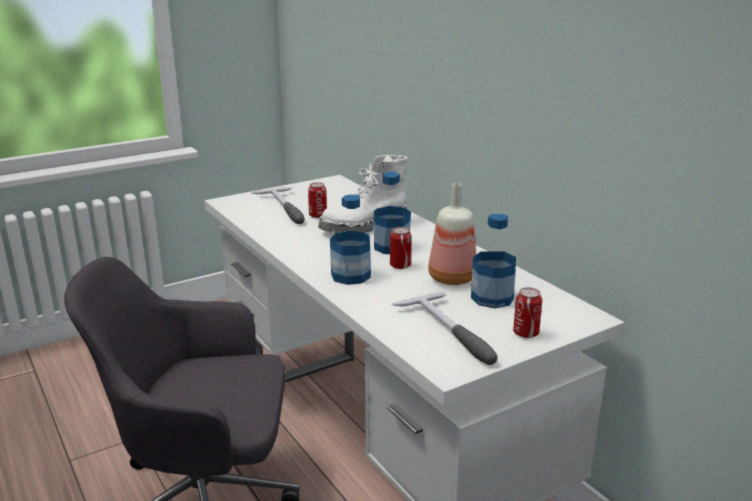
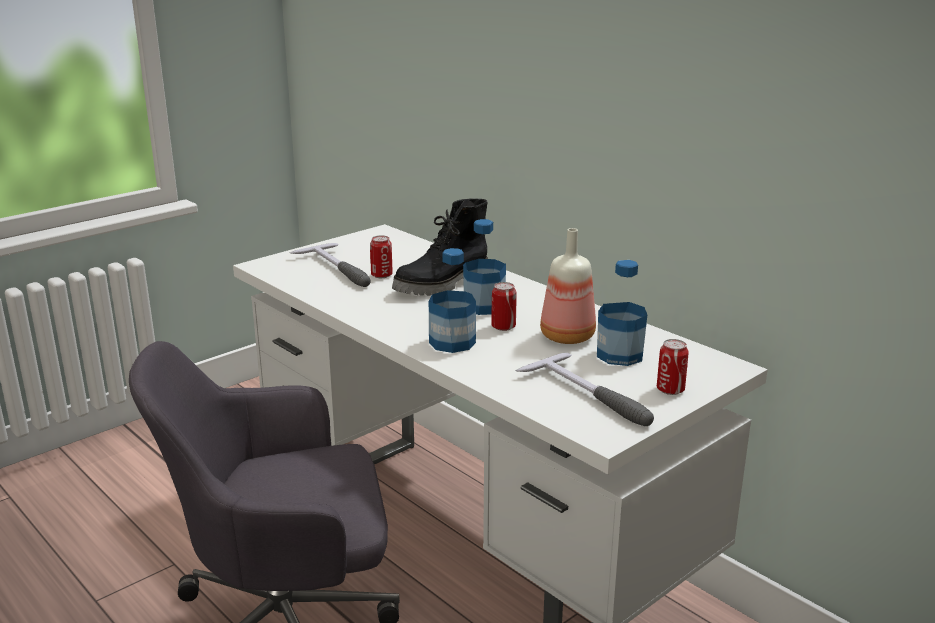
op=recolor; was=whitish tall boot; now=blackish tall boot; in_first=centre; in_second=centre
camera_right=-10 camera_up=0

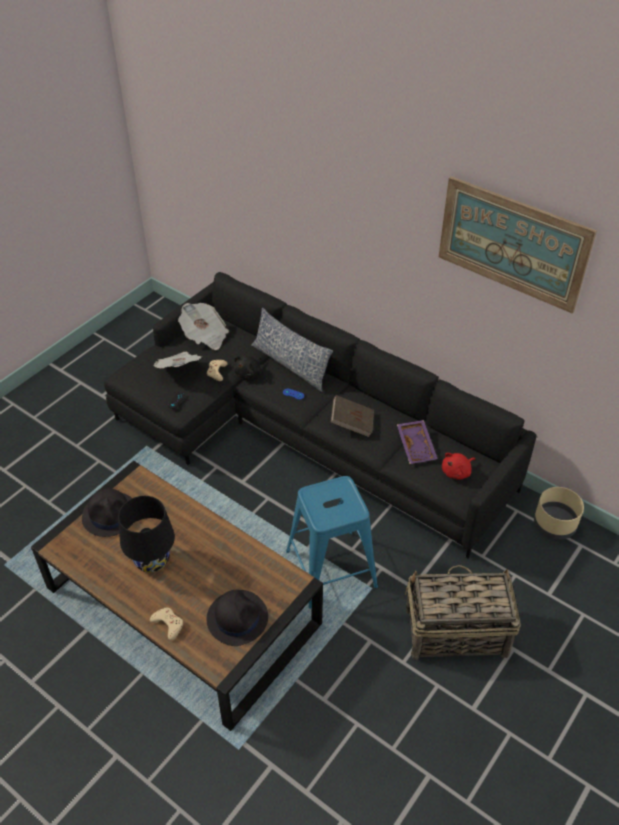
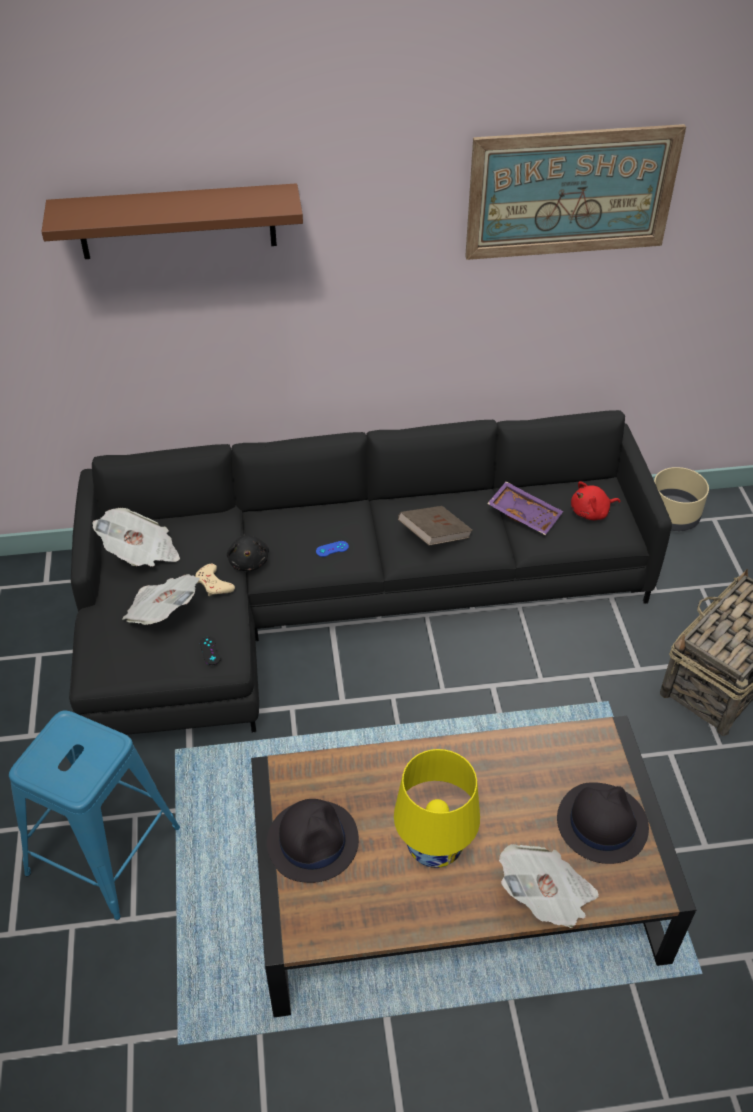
op=move; was=blue sitting stool; in_first=centre; in_second=bottom left
op=insert; now=brown-coloured wall shelf; in_second=top left
op=recolor; was=blackish tabletop lamp; now=yellowish tabletop lamp; in_first=middle left; in_second=bottom centre
op=replace; was=beige-coloured gamepad (1st from left); now=daily paper (3rd from left); in_first=bottom left; in_second=bottom right
op=rotate; was=reddish soft toy; in_first=middle right; in_second=middle right; clockwise=60
op=delete; was=throw pillow; in_first=centre
camera_right=-45 camera_up=0

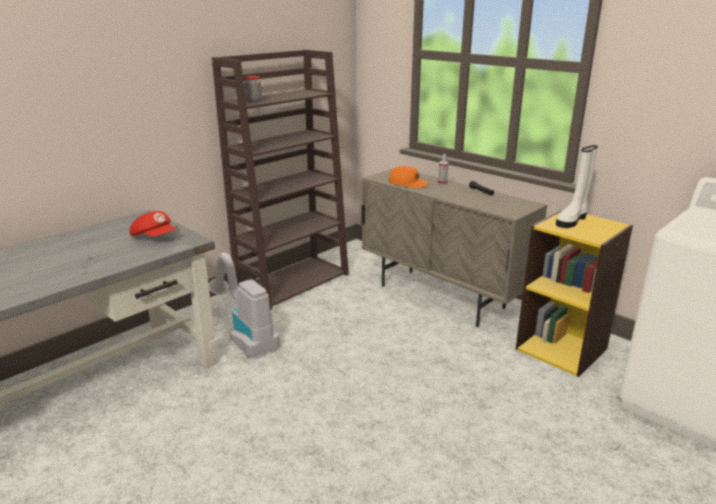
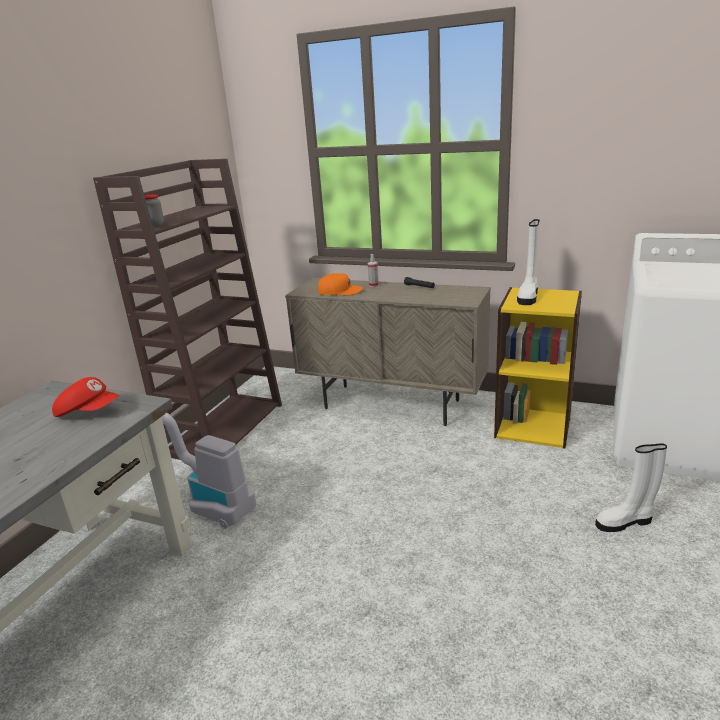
op=insert; now=whitish tall boot (2nd from left); in_second=bottom right
camera_right=-20 camera_up=0

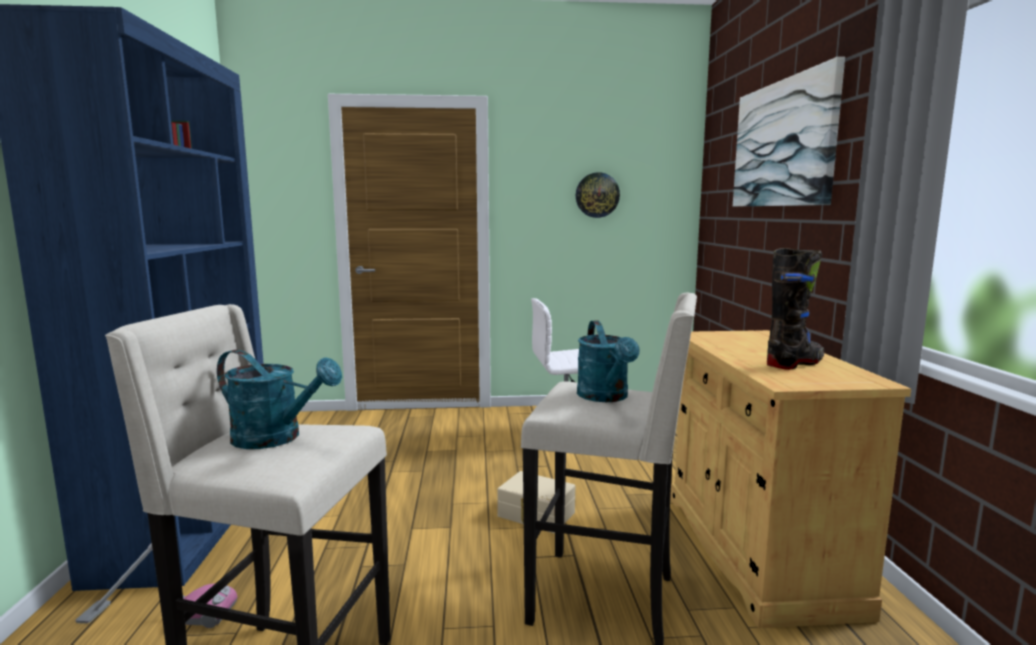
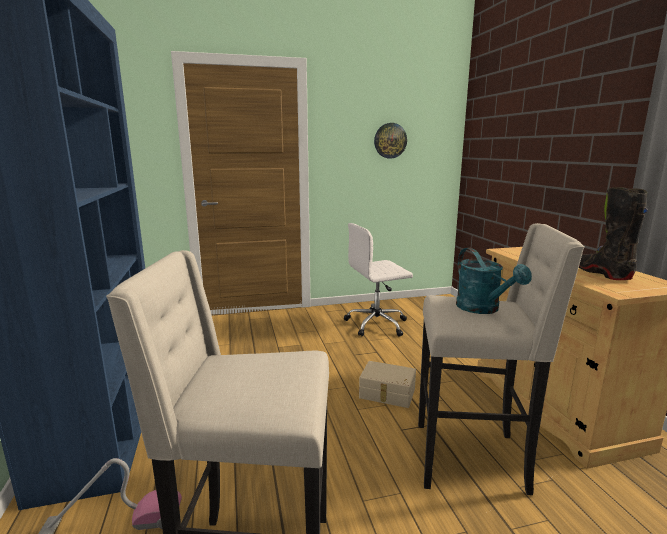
op=rotate; was=blackish tall boot; in_first=middle right; in_second=middle right; clockwise=-60
op=delete; was=blue-green sprinkling can (1st from left); in_first=middle left
op=delete; was=wall art; in_first=top right
camera_right=-10 camera_up=5

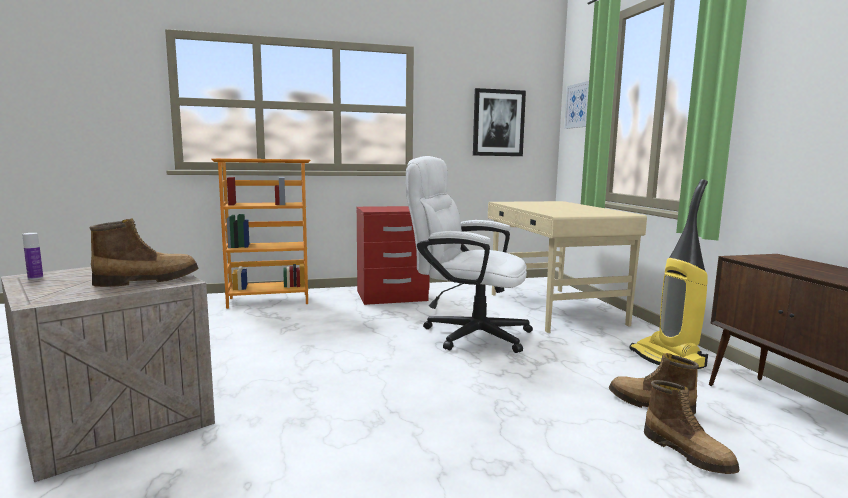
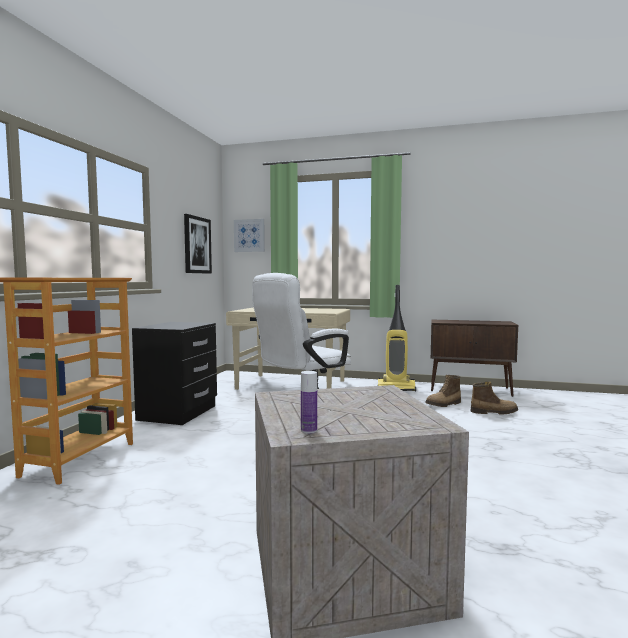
op=recolor; was=reddish night table; now=blackish night table; in_first=centre; in_second=middle left
op=delete; was=tall boot (1st from left); in_first=middle left
camera_right=-60 camera_up=-5

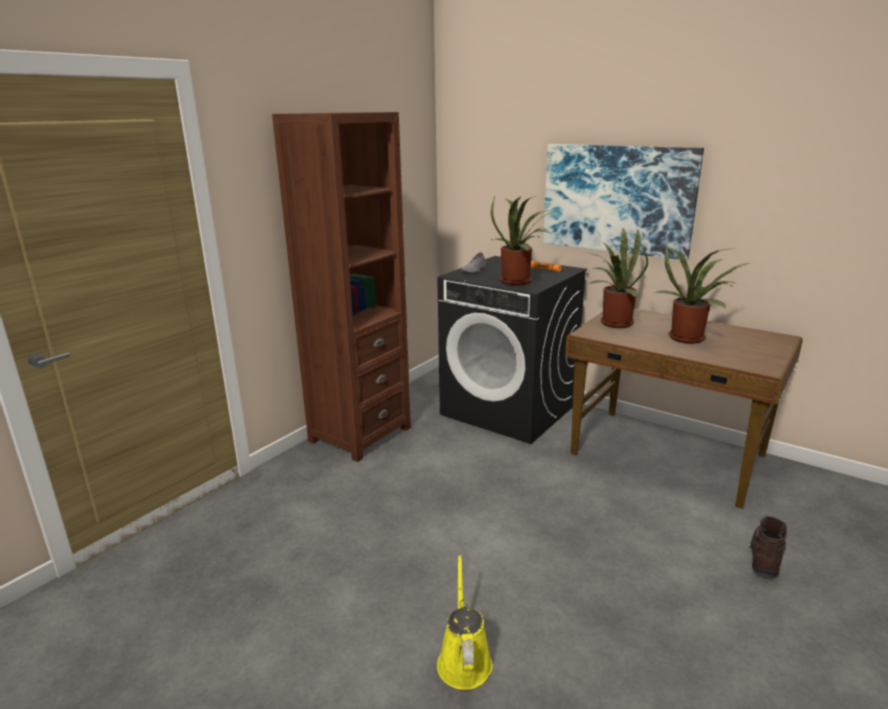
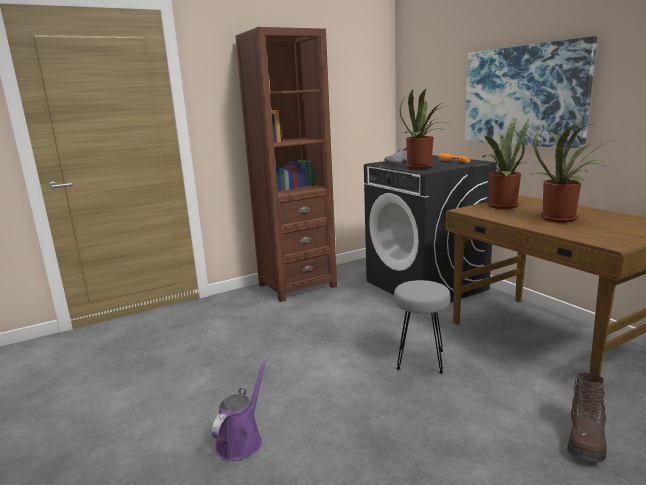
op=recolor; was=yellowish sprinkling can; now=purplish sprinkling can; in_first=bottom centre; in_second=bottom centre
op=insert; now=greyish sitting stool; in_second=bottom centre
op=rotate; was=brown-coloured tall boot; in_first=bottom right; in_second=bottom right; clockwise=150
camera_right=25 camera_up=-5

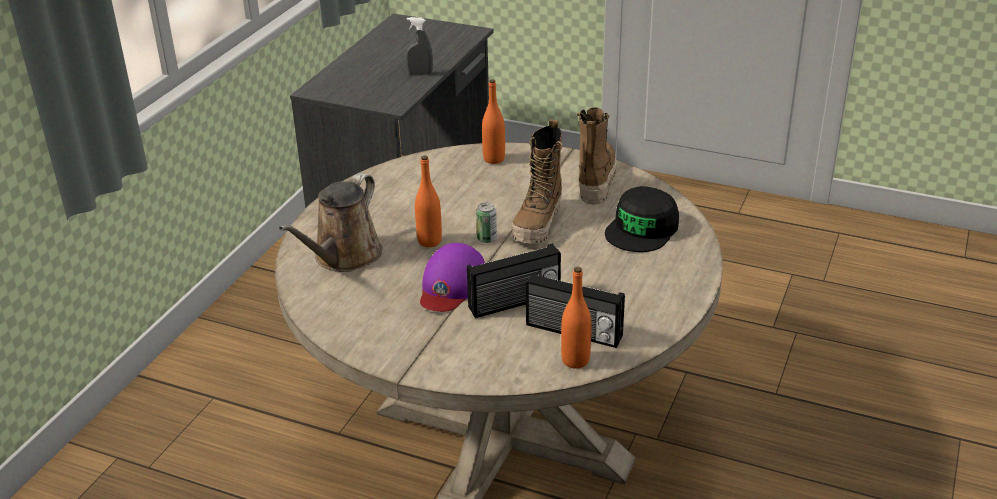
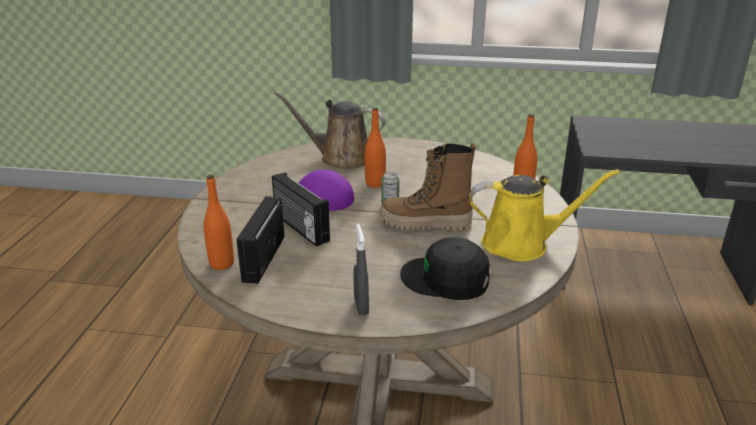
op=move; was=greyish spray bottle; in_first=top centre; in_second=centre
op=replace; was=tall boot (2nd from left); now=yellowish sprinkling can; in_first=top centre; in_second=middle right
camera_right=75 camera_up=-5

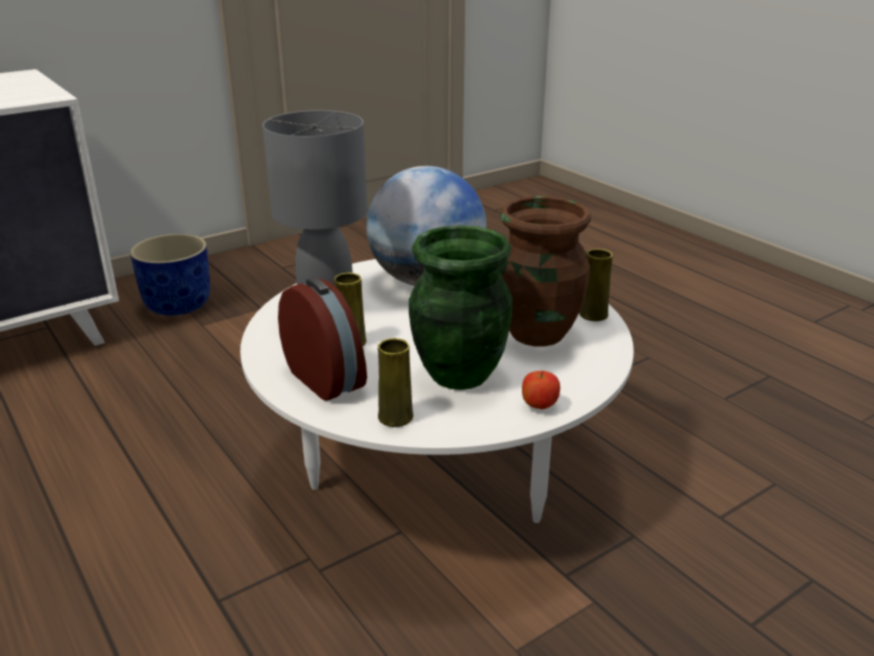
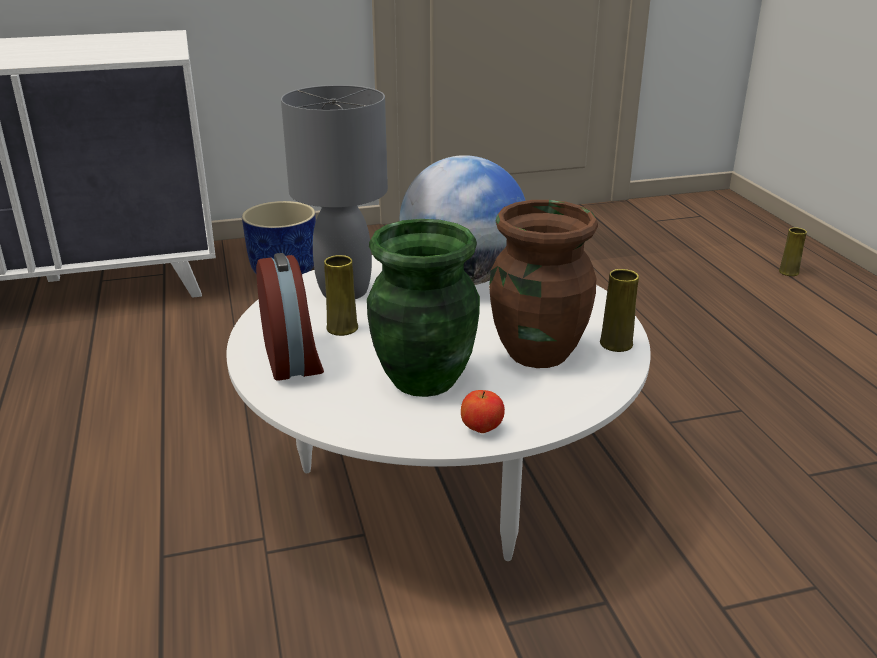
op=move; was=yellowish decorative vase (2nd from left in the first image); now=yellowish decorative vase (3rd from left); in_first=centre; in_second=middle right
camera_right=20 camera_up=0

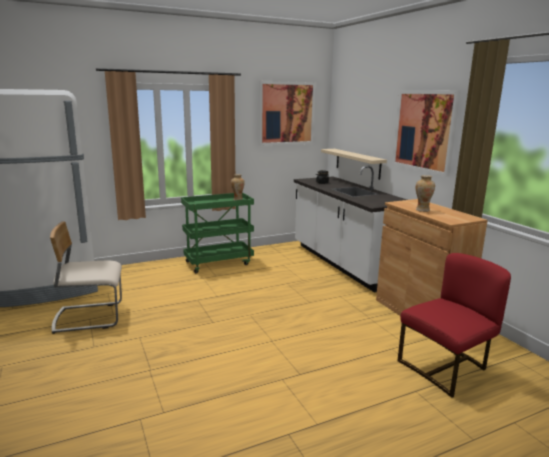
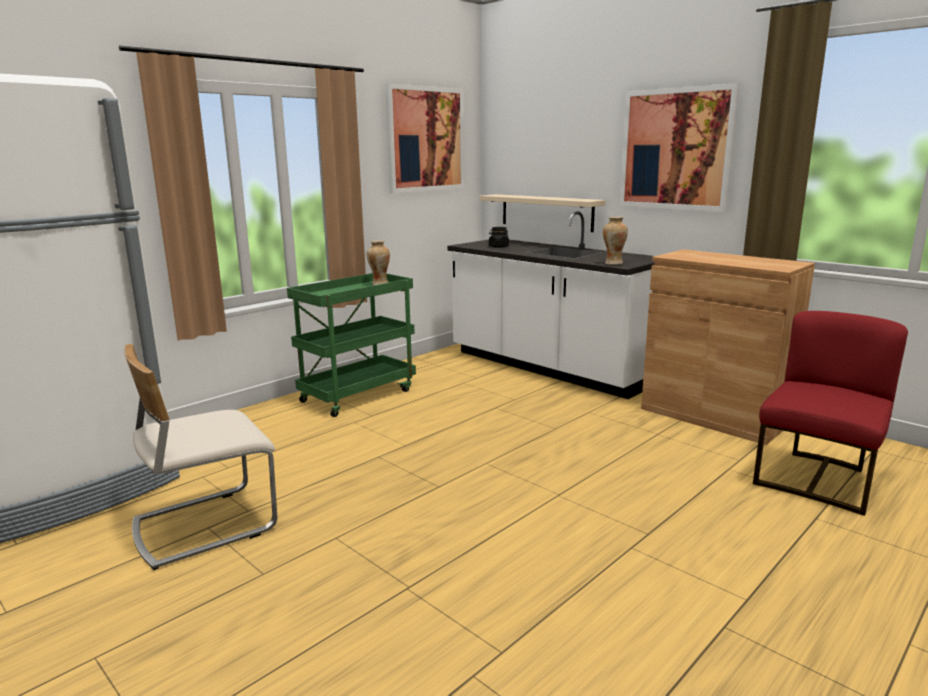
op=move; was=decorative vase (2nd from left); in_first=middle right; in_second=centre
camera_right=-20 camera_up=0

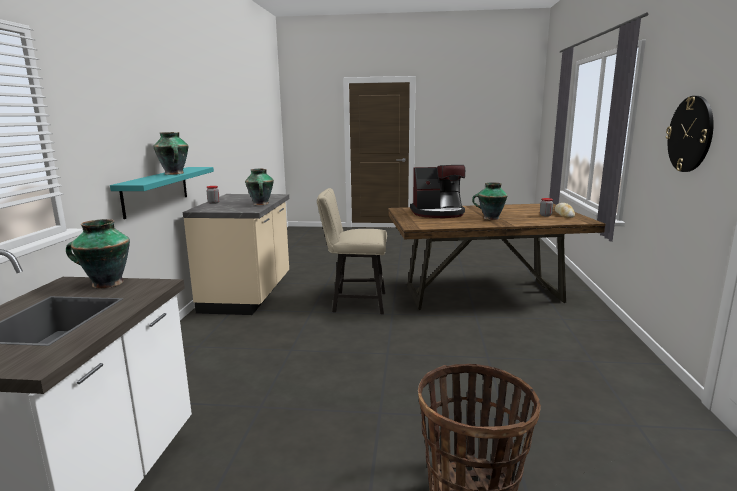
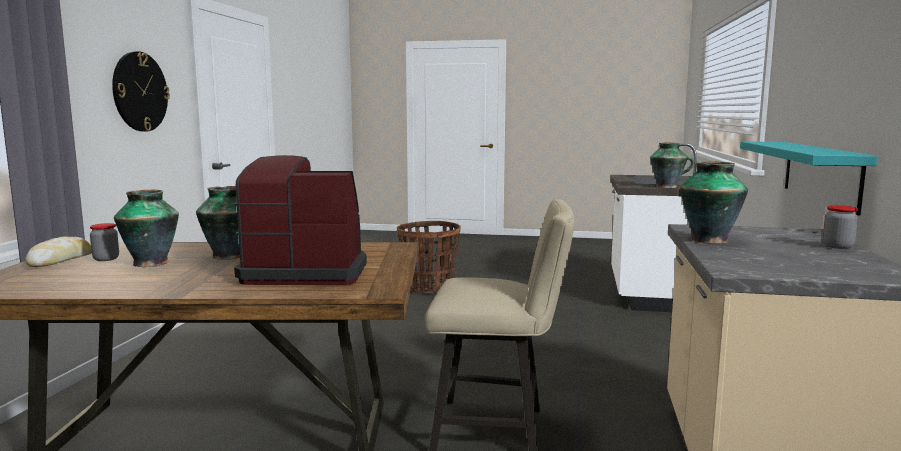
op=move; was=decorative vase (2nd from left in the first image); now=decorative vase (1st from left); in_first=top left; in_second=middle left
camera_right=-175 camera_up=-5

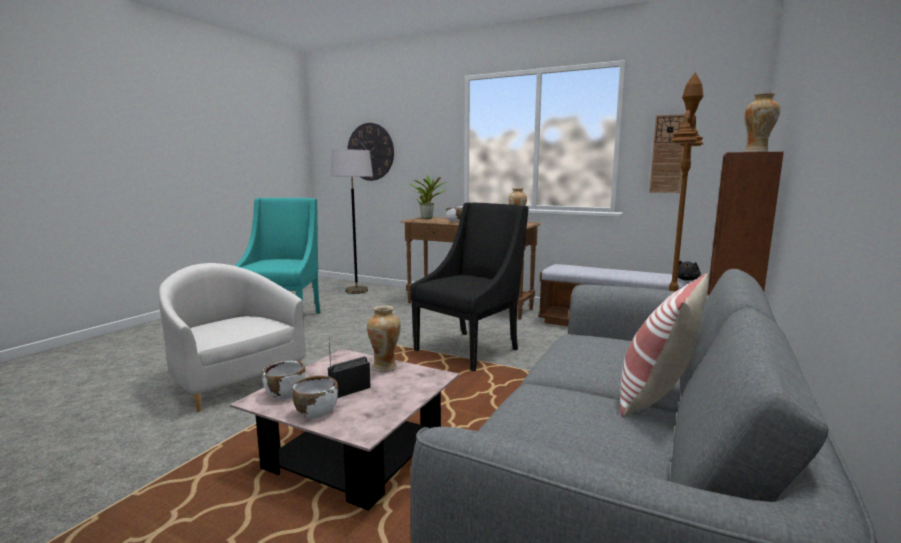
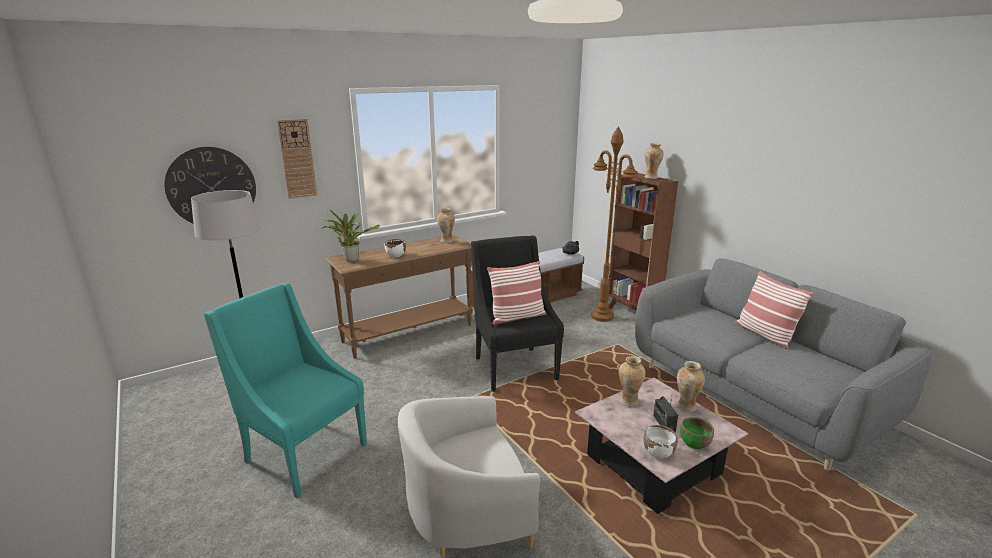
op=move; was=wall clock (2nd from left); in_first=top right; in_second=top left
op=insert; now=throw pillow (1st from left); in_second=centre
op=insert; now=decorative vase (4th from left); in_second=bottom right
op=recolor; was=whitish deep dish (2nd from left); now=green-coloured deep dish; in_first=bottom centre; in_second=bottom right
camera_right=-60 camera_up=10

